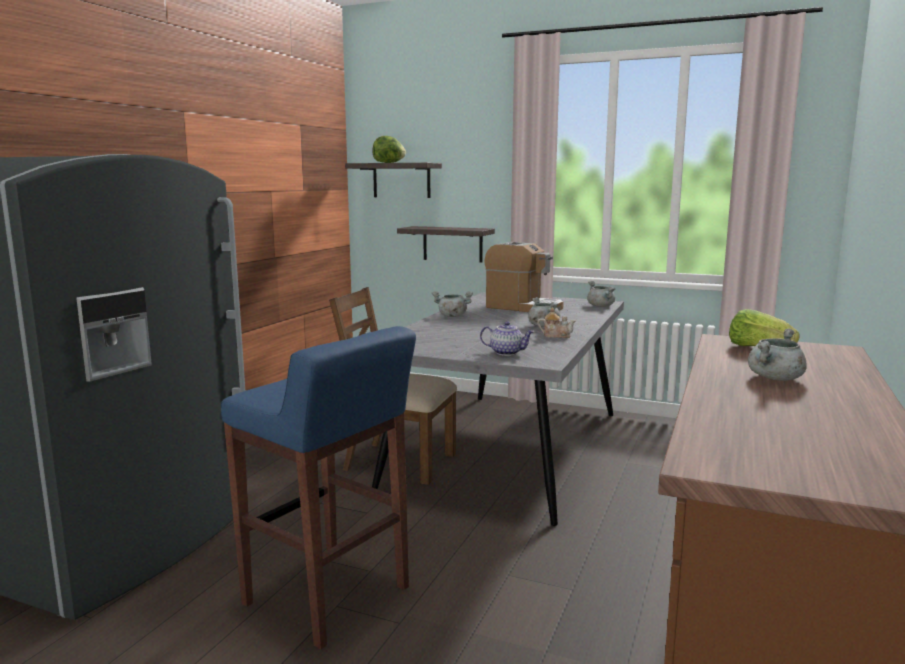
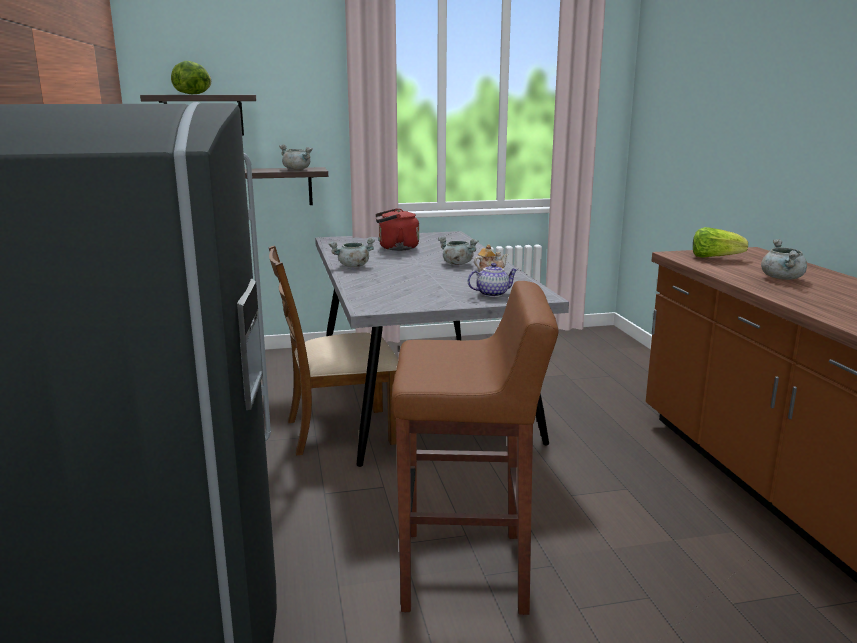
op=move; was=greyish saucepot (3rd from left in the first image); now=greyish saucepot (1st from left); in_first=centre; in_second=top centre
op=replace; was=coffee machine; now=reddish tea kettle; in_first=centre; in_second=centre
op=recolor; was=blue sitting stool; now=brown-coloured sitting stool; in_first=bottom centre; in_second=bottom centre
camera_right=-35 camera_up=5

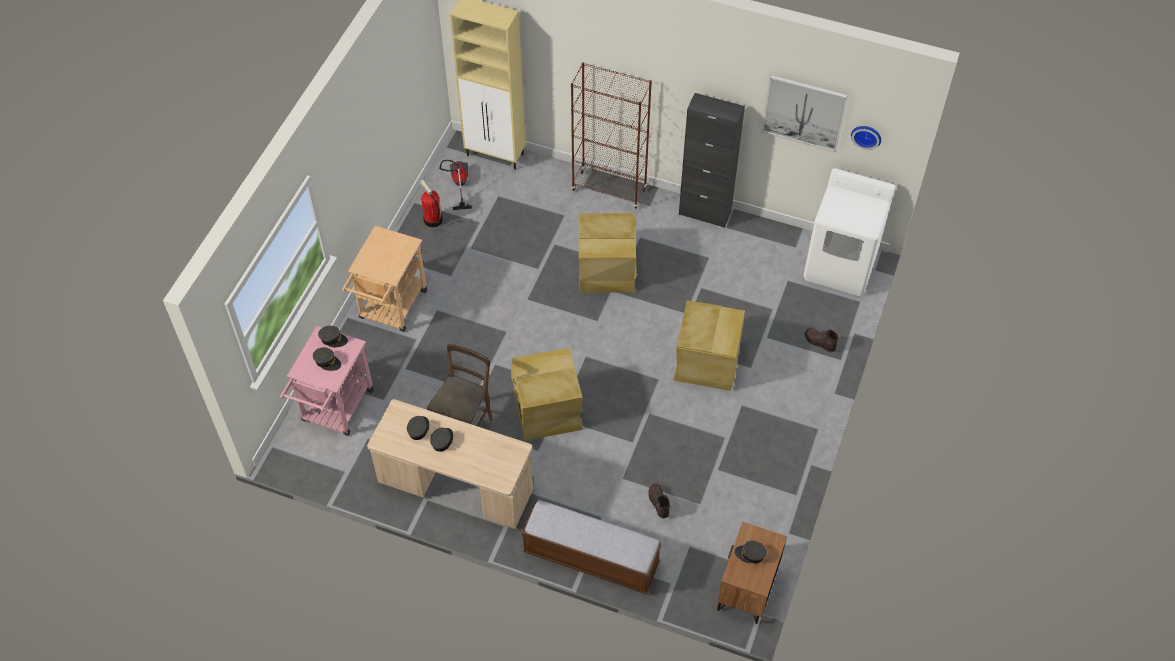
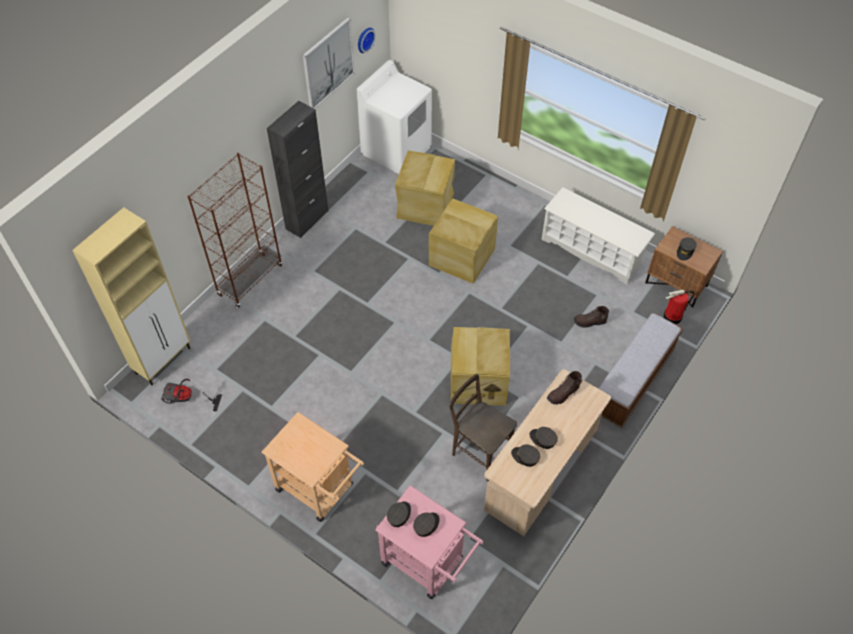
op=move; was=beige-coloured storage box (2nd from left in the first image); now=beige-coloured storage box (1st from left); in_first=centre; in_second=top centre
op=insert; now=whitish shoe stand; in_second=middle right
op=move; was=brown-coloured tall boot (2nd from left in the first image); now=brown-coloured tall boot (1st from left); in_first=middle right; in_second=centre
op=move; was=fire-fighting cylinder; in_first=top centre; in_second=middle right
camera_right=-75 camera_up=0

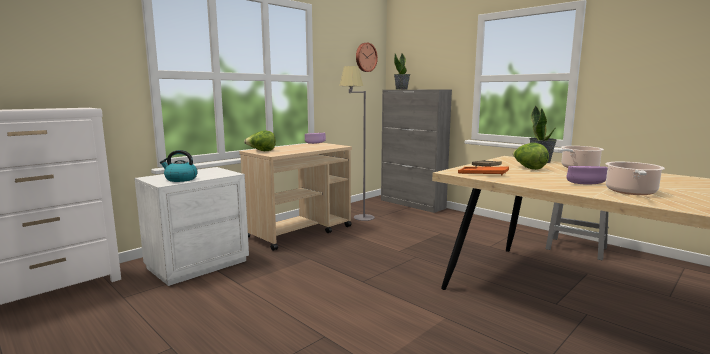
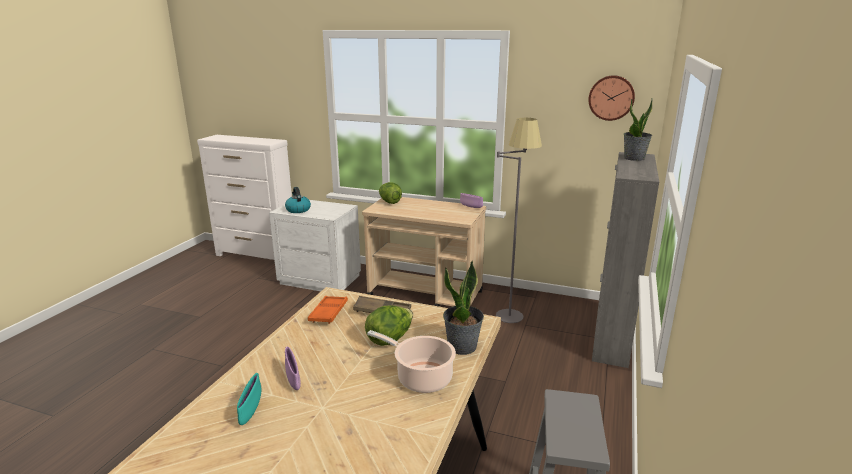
op=replace; was=saucepot (2nd from left); now=blue-green deep dish; in_first=middle right; in_second=bottom left
camera_right=65 camera_up=10

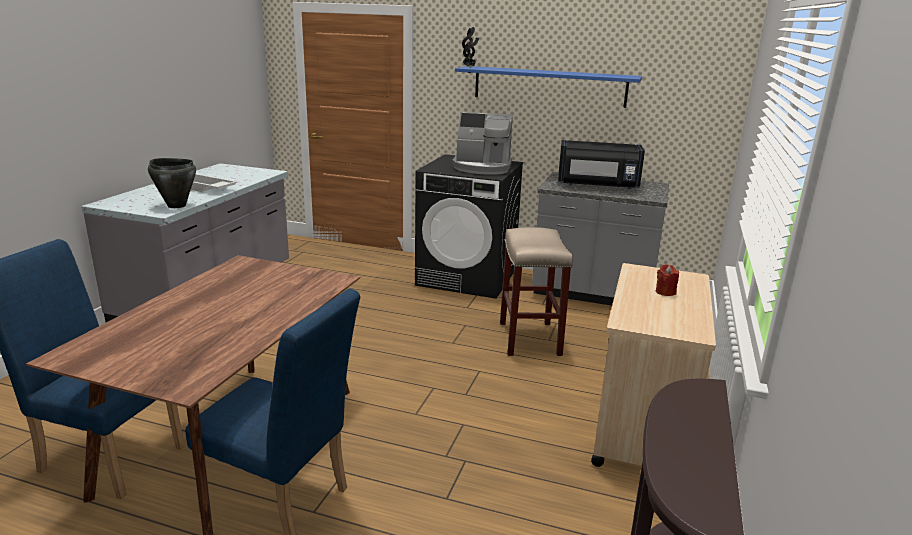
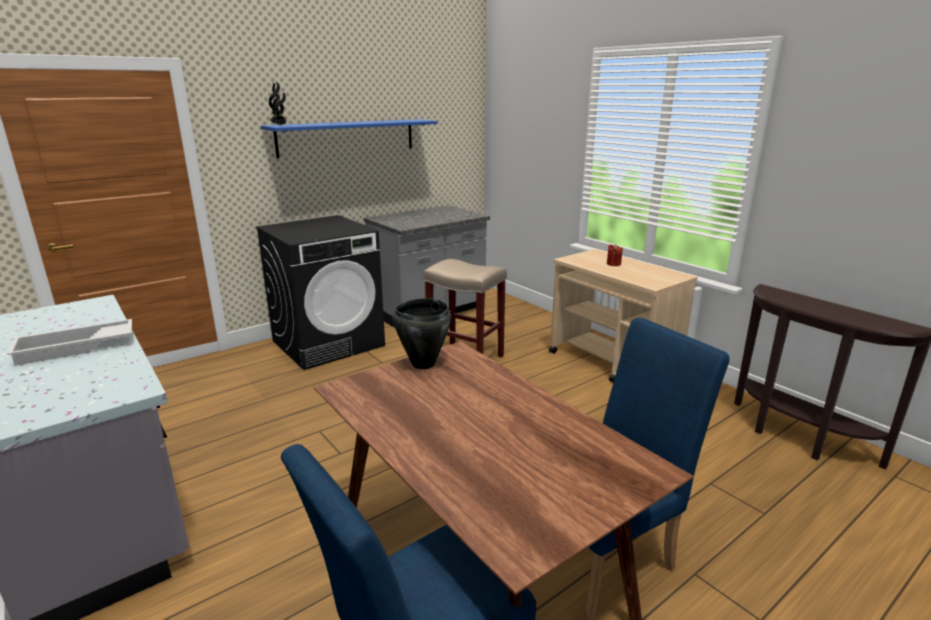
op=move; was=blackish saucepot; in_first=middle left; in_second=centre
op=delete; was=coffee machine; in_first=top centre
op=delete; was=blackish microwave oven; in_first=top centre
camera_right=-55 camera_up=0

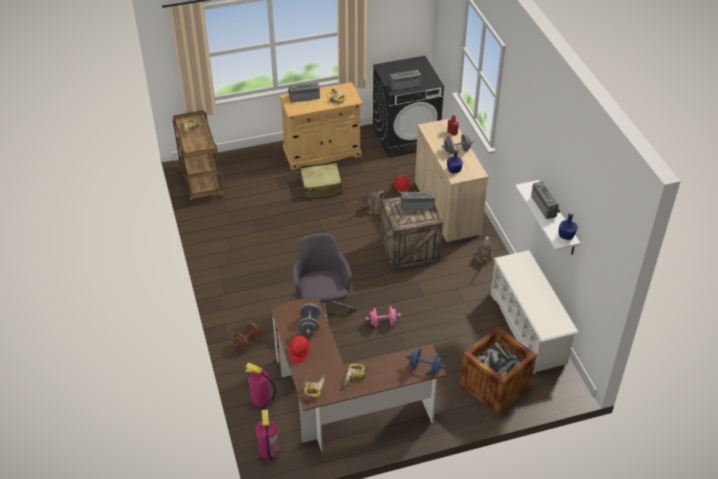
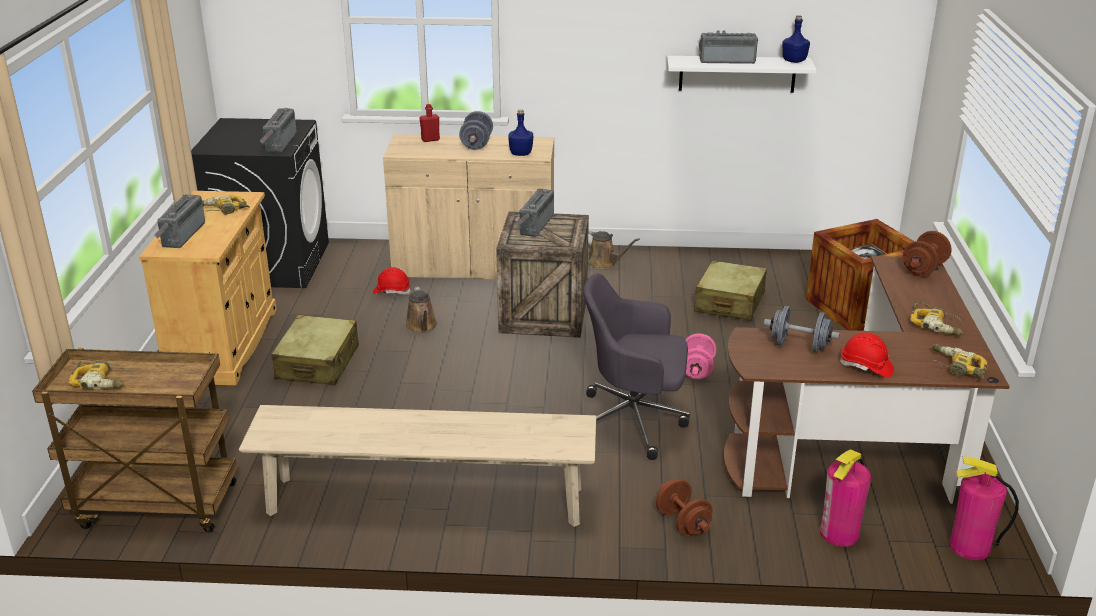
op=insert; now=beige-coloured bench; in_second=bottom centre
op=insert; now=beige-coloured suitcase (2nd from left); in_second=centre
op=recolor; was=blue dumbbell; now=brown-coloured dumbbell (2nd from left); in_first=bottom centre; in_second=middle right
op=delete; was=whitish shoe stand; in_first=middle right
camera_right=-70 camera_up=-15

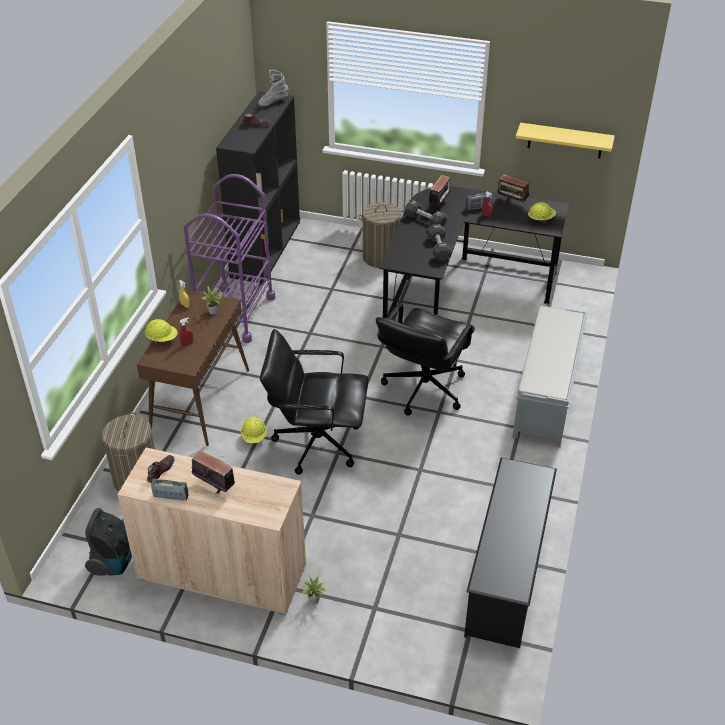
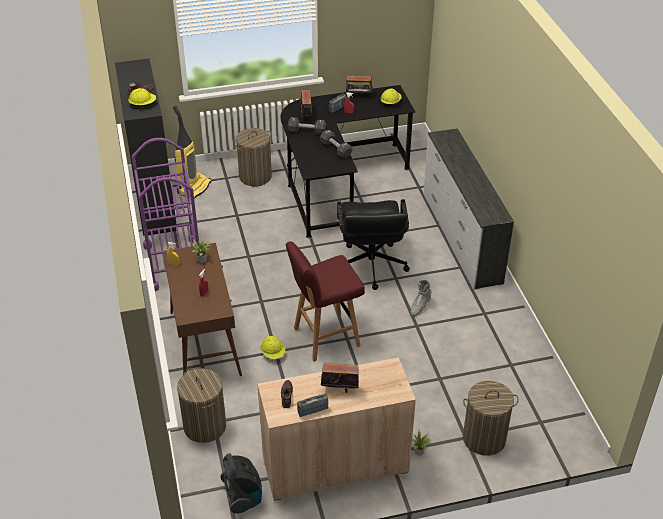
op=move; was=yellowish hard hat (1st from left); in_first=middle left; in_second=top left
op=insert; now=vacuum (1st from left); in_second=top left
op=replace; was=blackish desk chair (1st from left); now=reddish sitting stool; in_first=centre; in_second=centre
op=move; was=greyish tall boot; in_first=top centre; in_second=centre
op=replace; was=greyish bench; now=whitish drawer chest; in_first=middle right; in_second=middle right
op=insert; now=laundry basket (3rd from left); in_second=bottom right
op=delete; was=blackish shoe stand; in_first=bottom right
op=delete; was=yellowish wall shelf; in_first=top right
camera_right=-30 camera_up=0

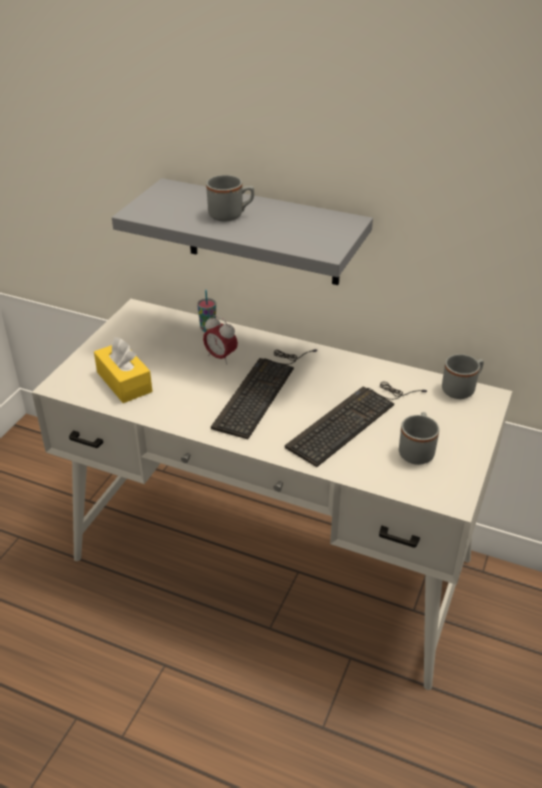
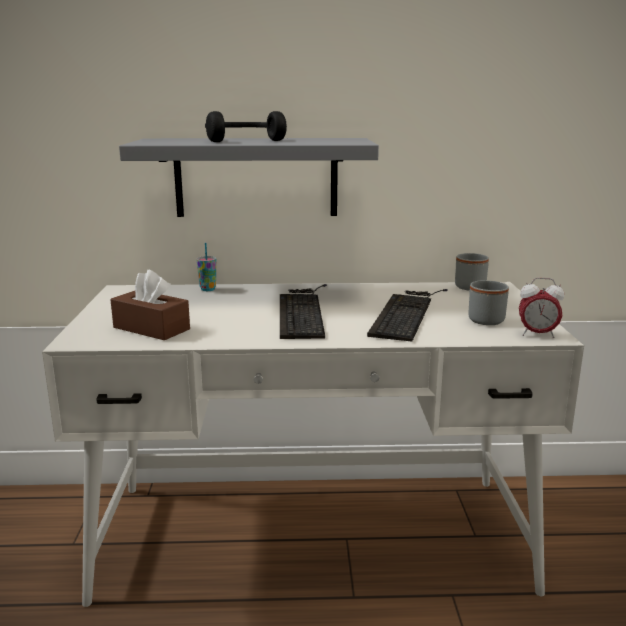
op=recolor; was=yellowish box of tissues; now=brown-coloured box of tissues; in_first=middle left; in_second=middle left
op=replace; was=greyish tea mug (1st from left); now=blackish headphones; in_first=top centre; in_second=top centre
op=move; was=table clock; in_first=centre; in_second=middle right
camera_right=-25 camera_up=-20

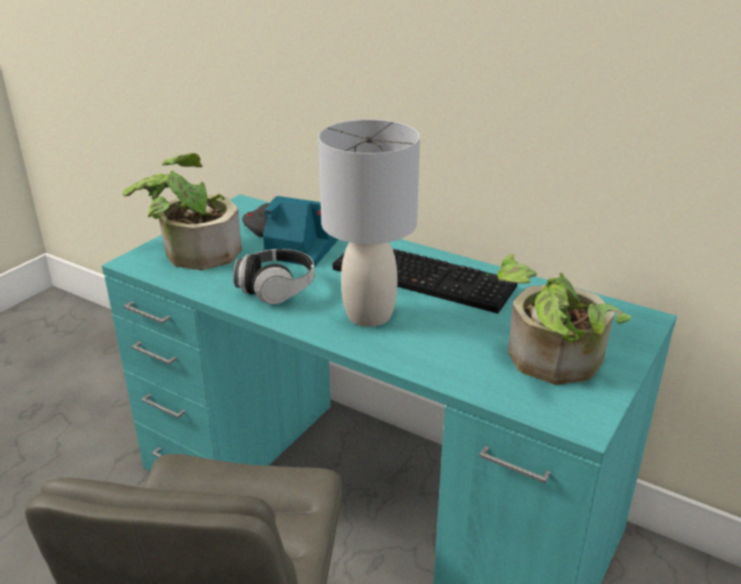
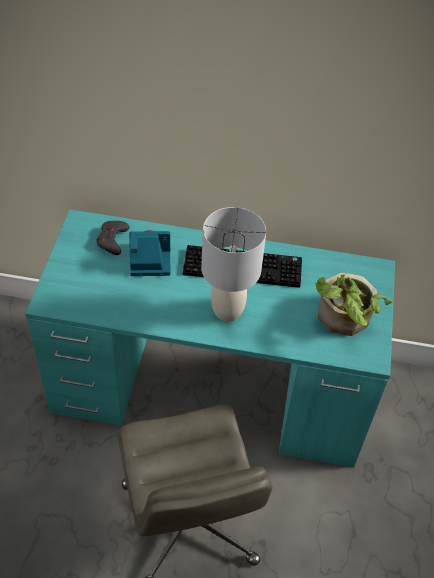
op=delete; was=houseplant (1st from left); in_first=middle left
op=delete; was=headphones; in_first=centre
camera_right=-25 camera_up=20

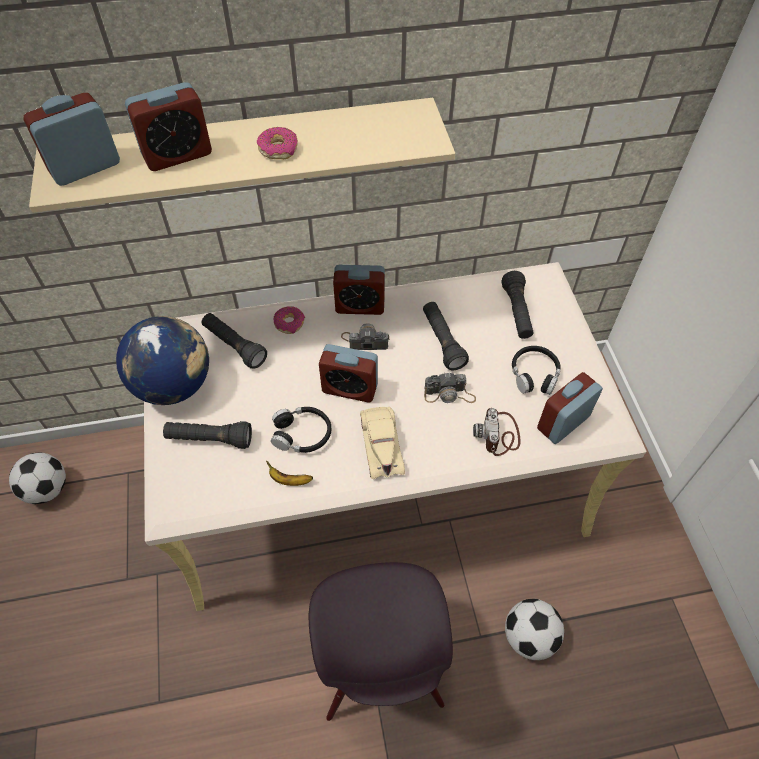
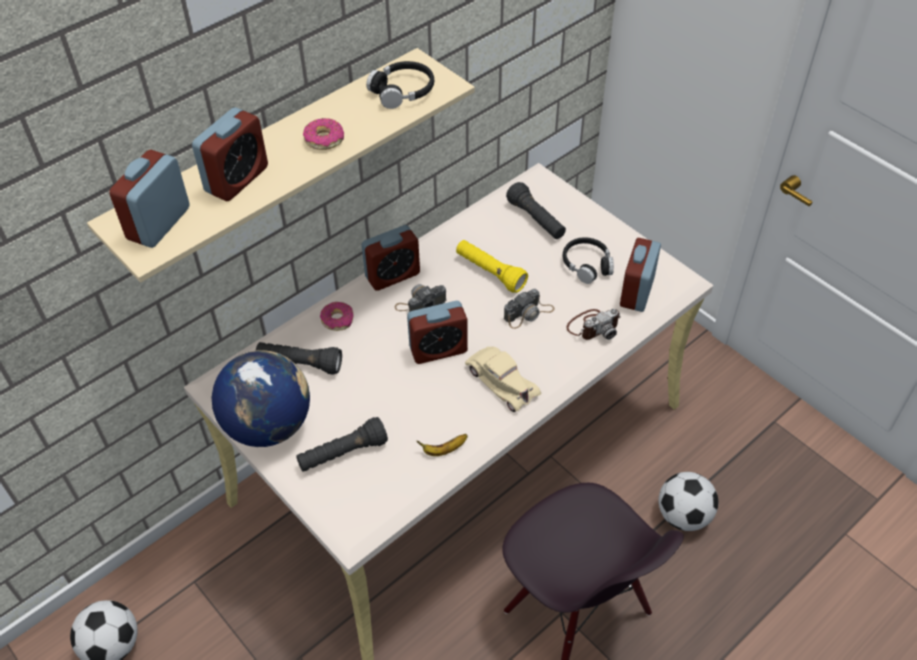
op=move; was=blackish headphones (1st from left); in_first=centre; in_second=top centre
op=recolor; was=blackish hand torch (3rd from left); now=yellowish hand torch; in_first=centre; in_second=centre
op=rotate; was=photo camera (3rd from left); in_first=centre; in_second=centre; clockwise=-90
camera_right=-30 camera_up=-5

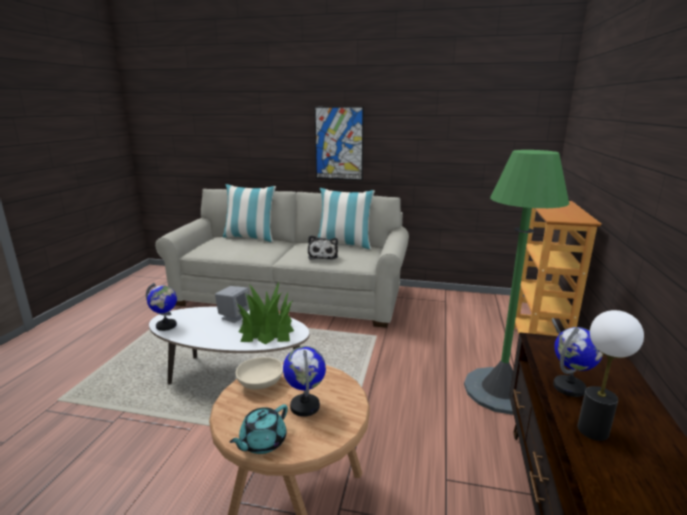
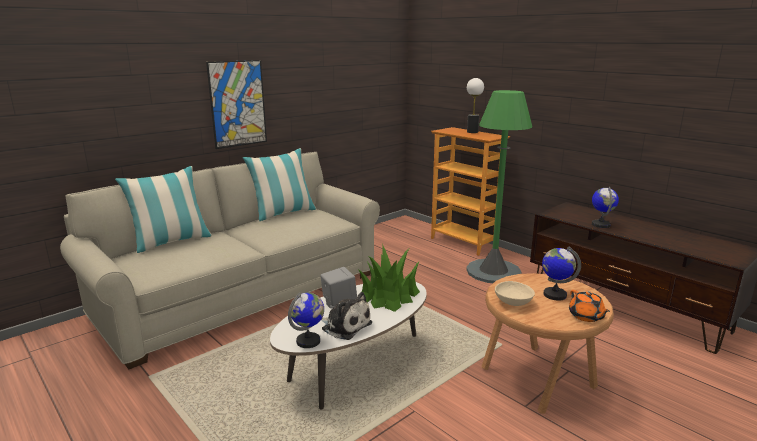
op=move; was=soft toy; in_first=centre; in_second=bottom centre
op=move; was=tabletop lamp; in_first=bottom right; in_second=top centre
op=recolor; was=blue-green pot for tea; now=orange pot for tea; in_first=bottom centre; in_second=bottom right
camera_right=-55 camera_up=0

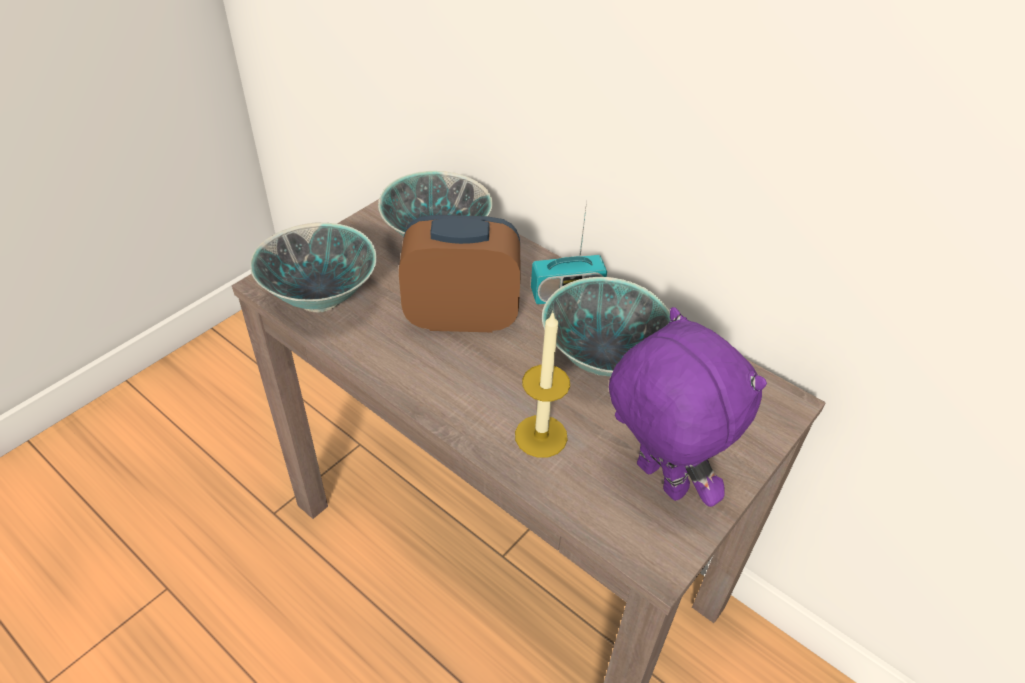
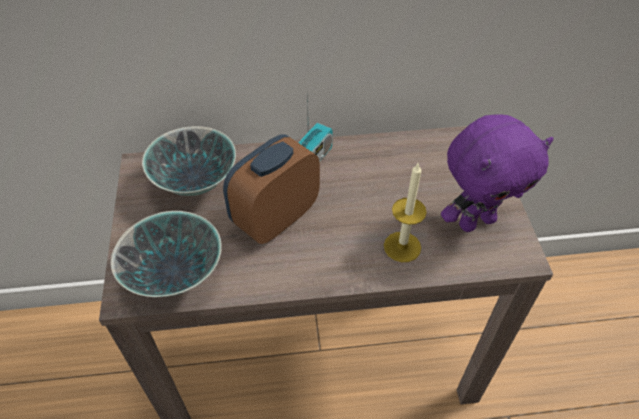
op=rotate; was=purplish soft toy; in_first=middle right; in_second=middle right; clockwise=150
op=delete; was=deep dish (3rd from left); in_first=centre
camera_right=-45 camera_up=5

